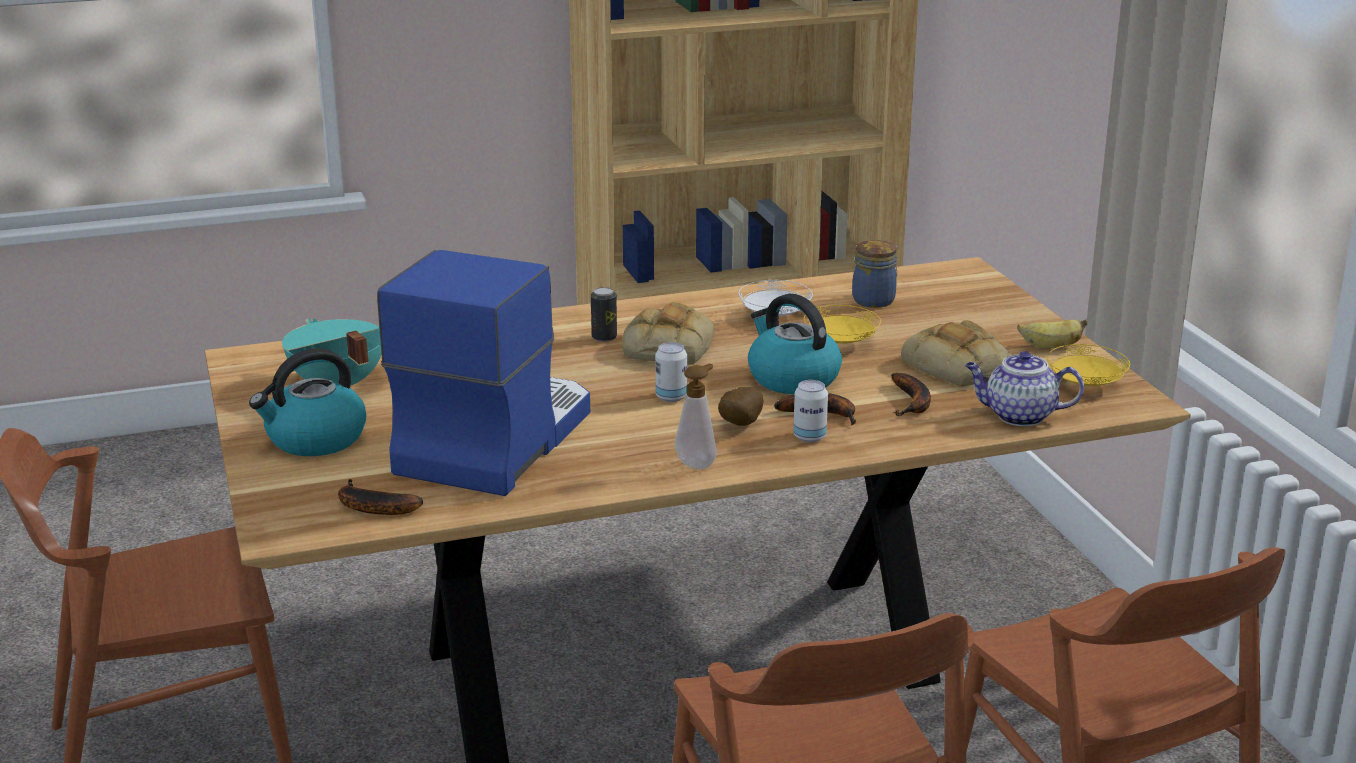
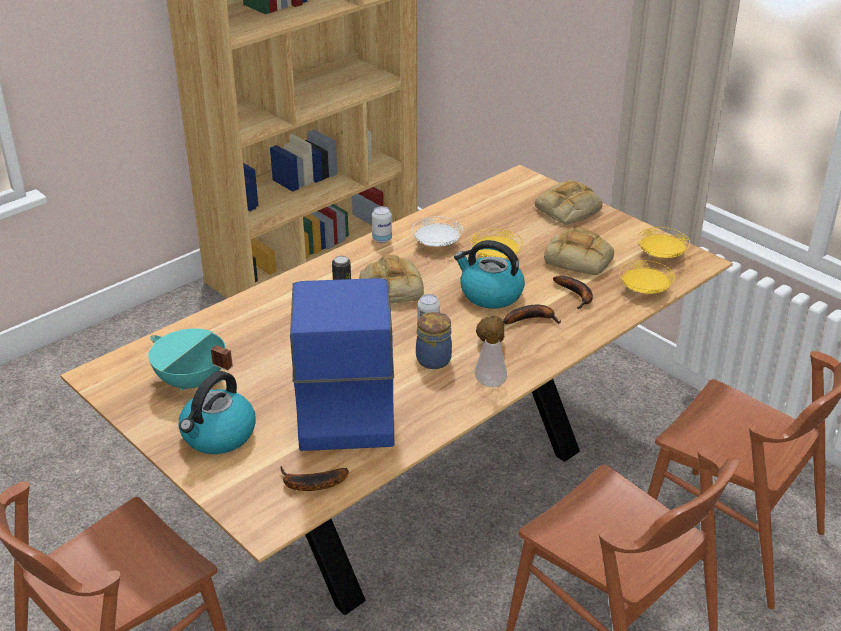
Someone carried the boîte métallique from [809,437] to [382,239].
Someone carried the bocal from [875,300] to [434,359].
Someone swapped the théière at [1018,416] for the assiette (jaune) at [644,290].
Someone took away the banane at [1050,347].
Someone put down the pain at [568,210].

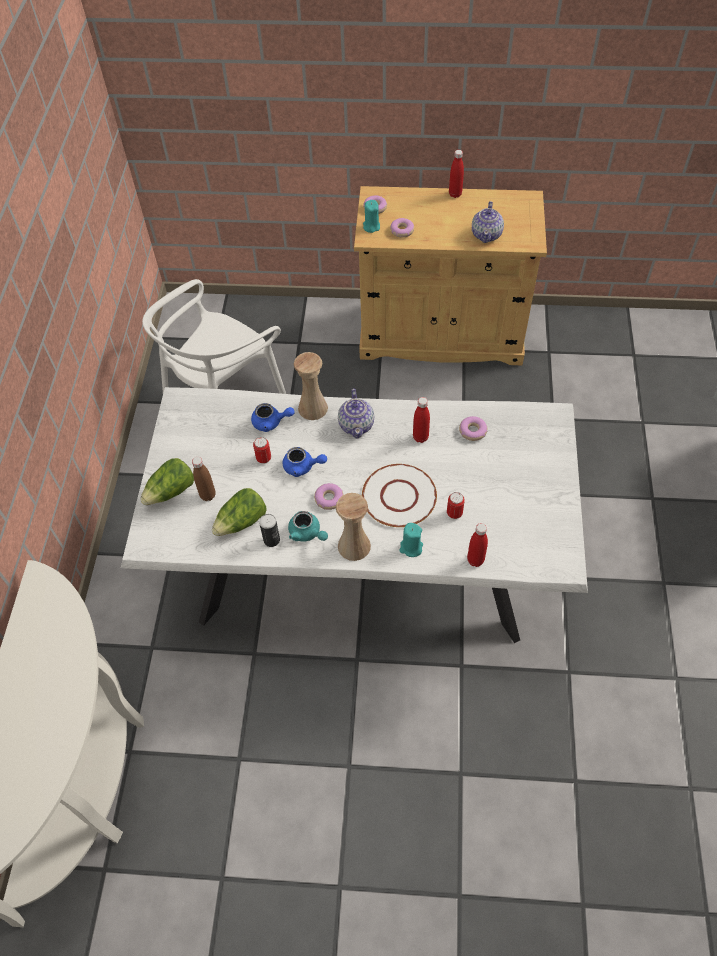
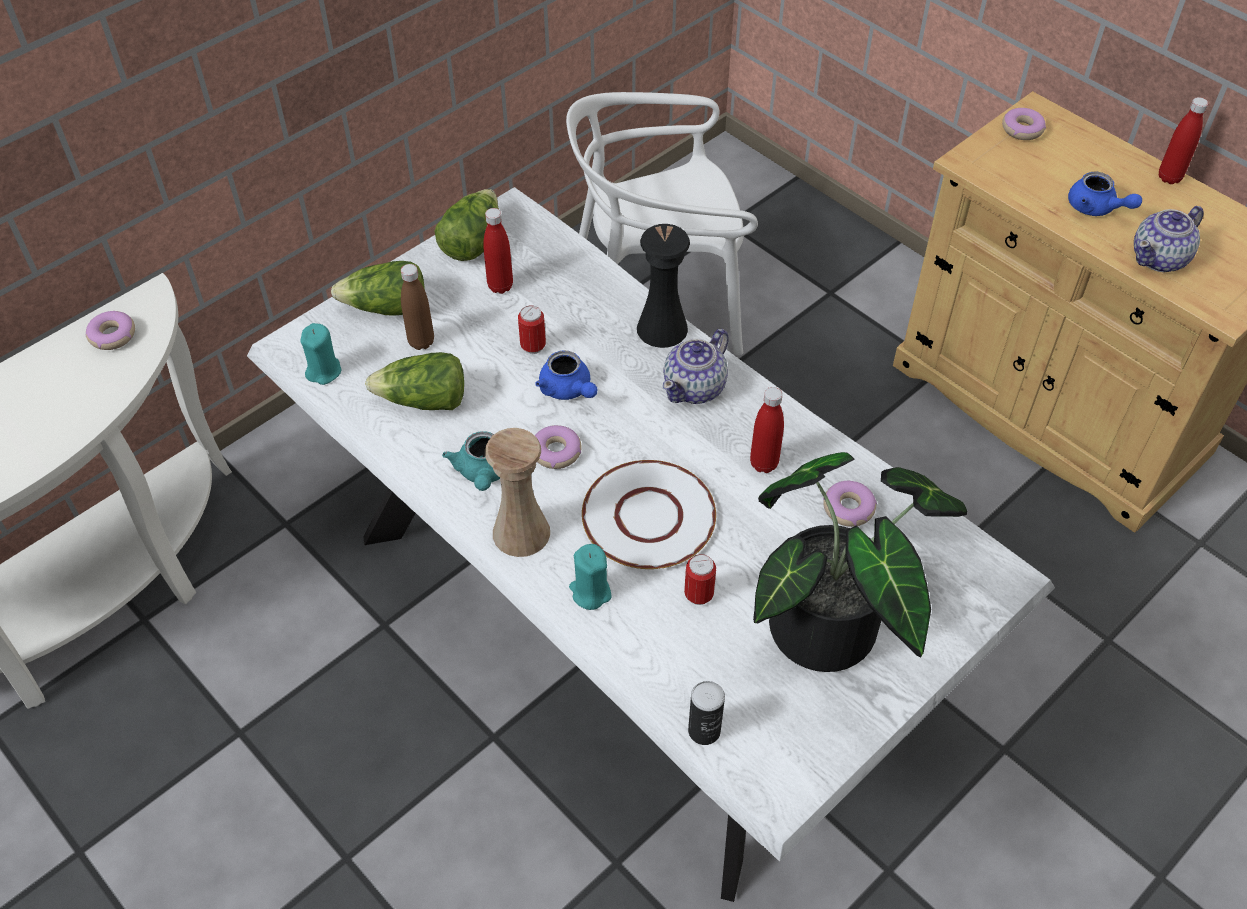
Someone carried the théière (bleu) from [271,422] to [1096,208].
Someone carried the boîte métallique from [271,540] to [704,730].
Someone repainted the vase (beige) at [313,408], which became the vase (noir) at [662,328].
Someone carried the bougie (turquoise) from [371,226] to [324,371].
Someone carried the beignet from [402,231] to [112,335].
Someone carried the bouteille (rouge) from [475,560] to [500,286].
Someone put down the laitue at [471,241].
Someone put down the plante en pot at [836,627].

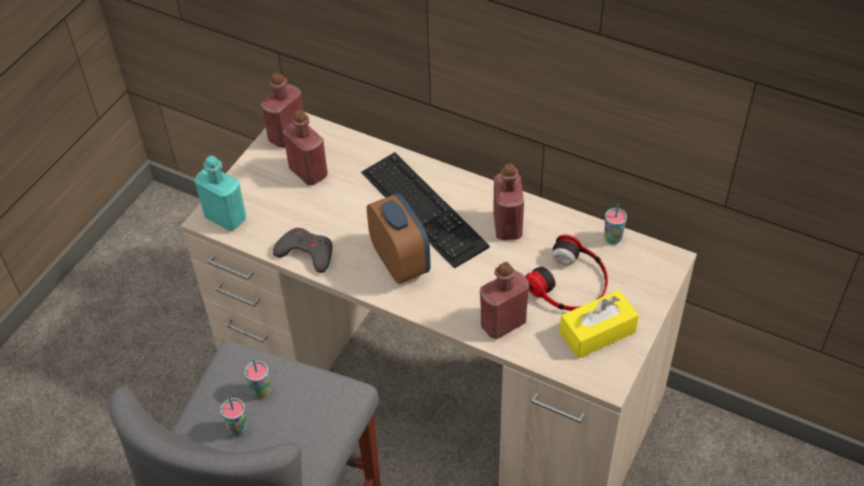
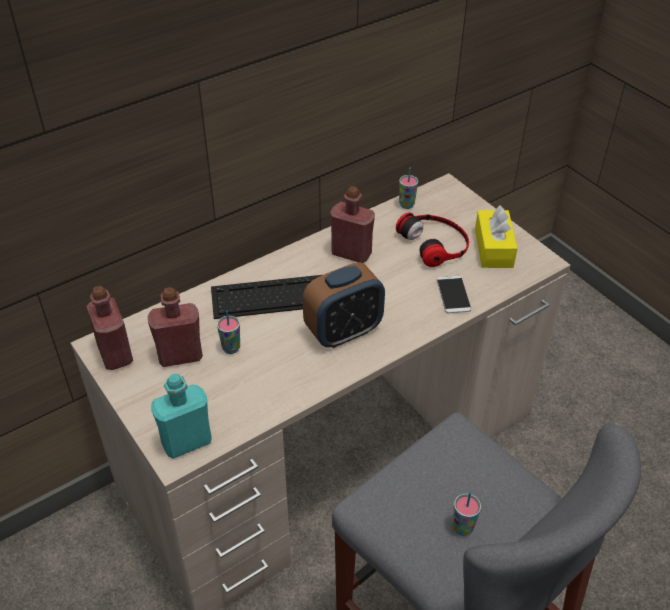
Someone carried the tasse from [261,391] to [231,348].
Someone took away the manette (gris) at [306,253].
Someone rotated the réveil at [400,262] by 150 degrees clockwise.
Someone swapped the bouteille (rouge) at [503,323] for the téléphone at [453,295].

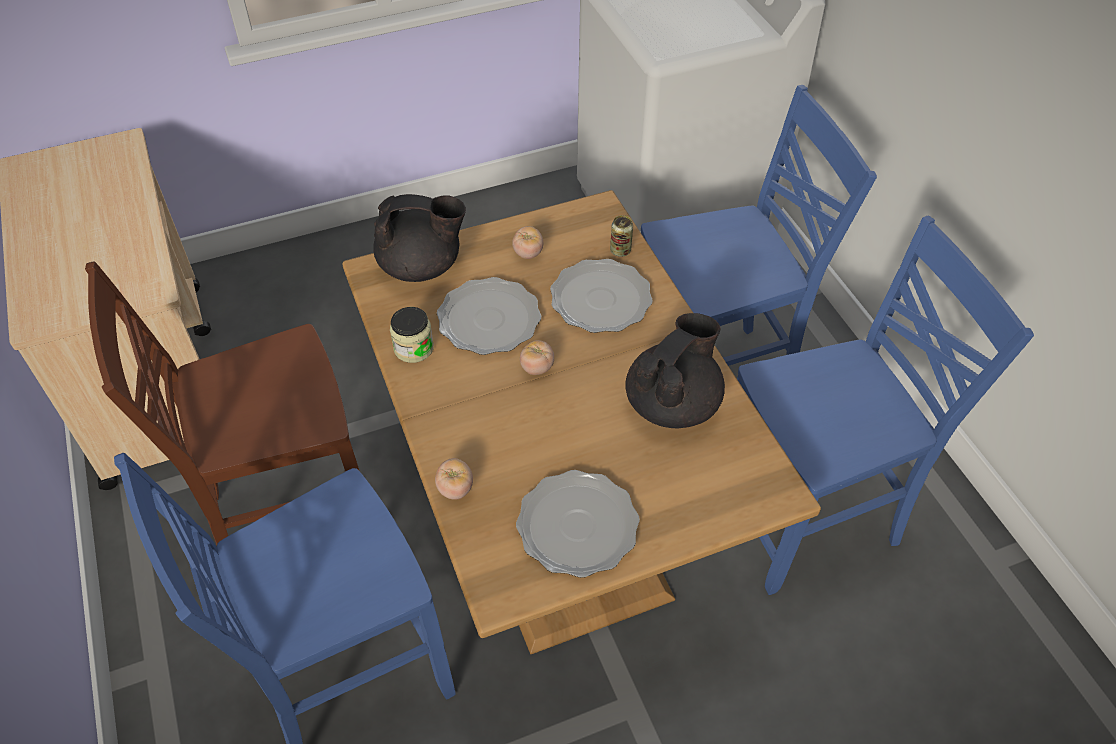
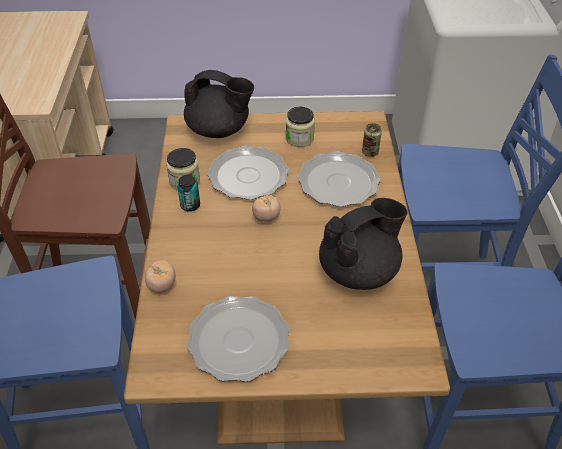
Someone swapped the tomate at [528,253] for the bocal at [299,138].
Someone put down the boîte métallique at [190,205].

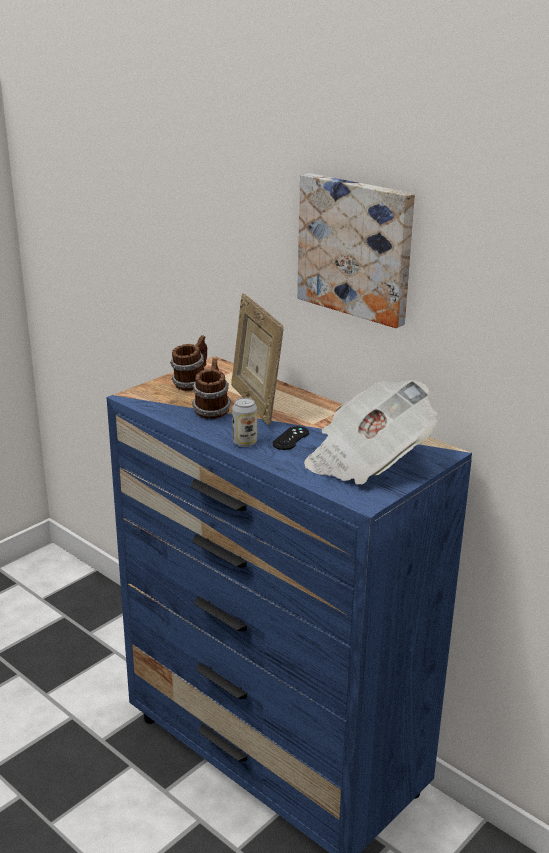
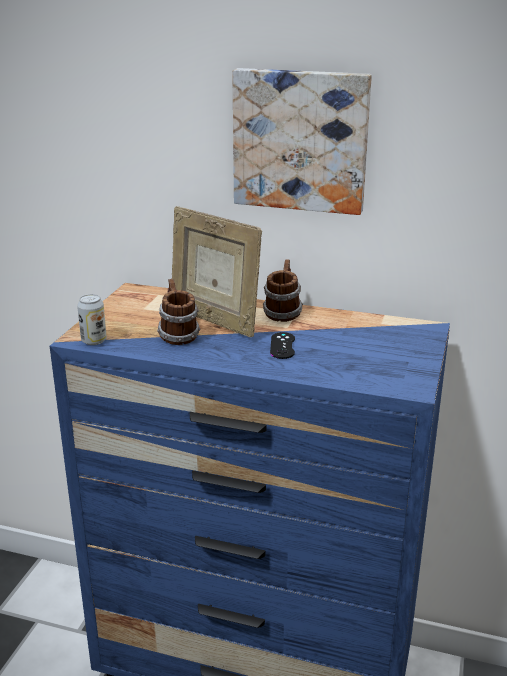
Someone carried the mug from [191,384] to [282,314].
Someone carried the boîte métallique from [244,442] to [94,341].
Someone took away the journal at [367,461].

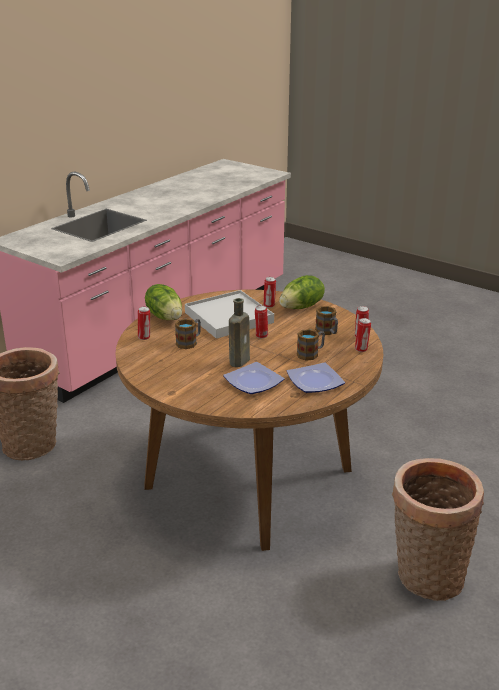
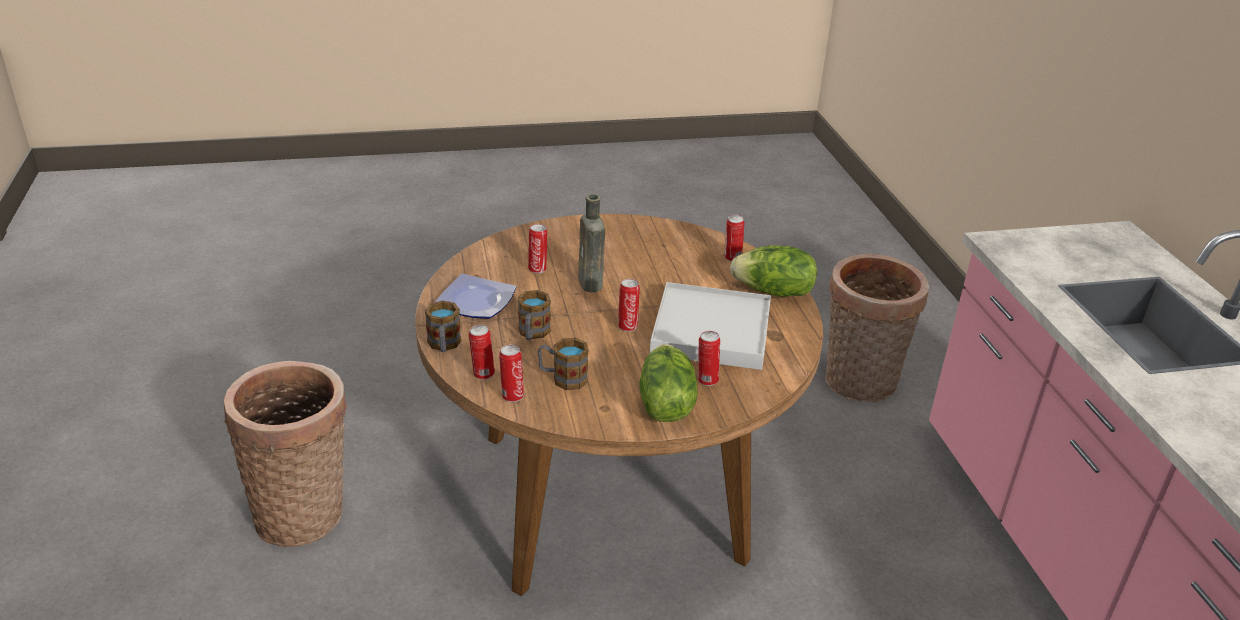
Someone carried the mug from [189,342] to [444,345].
Someone swapped the assiette at [252,382] for the boîte métallique at [537,269].

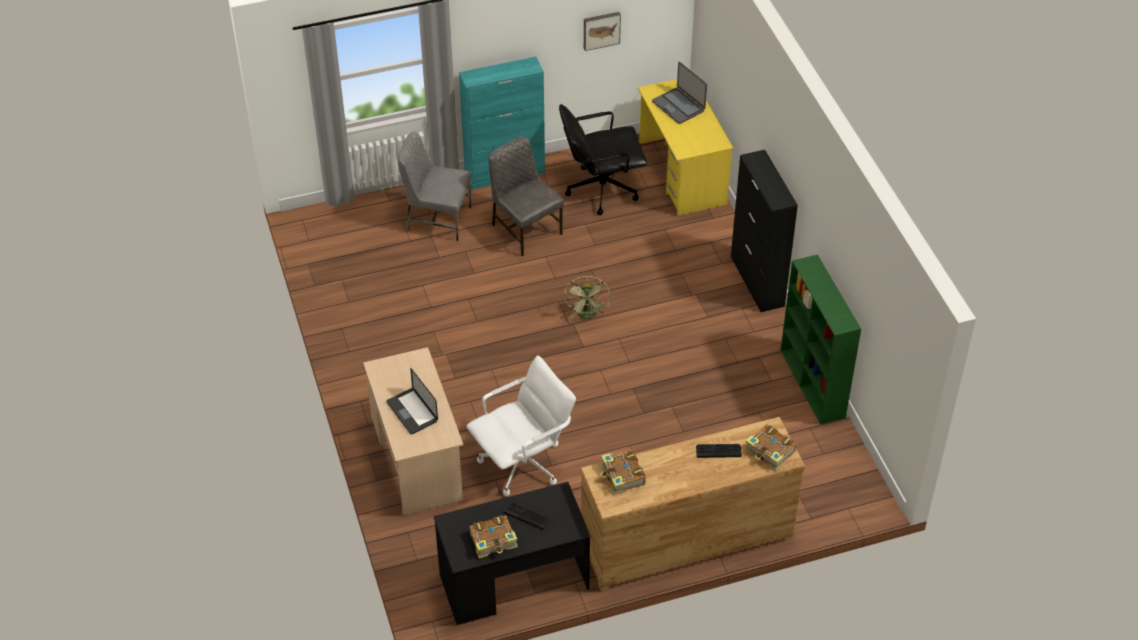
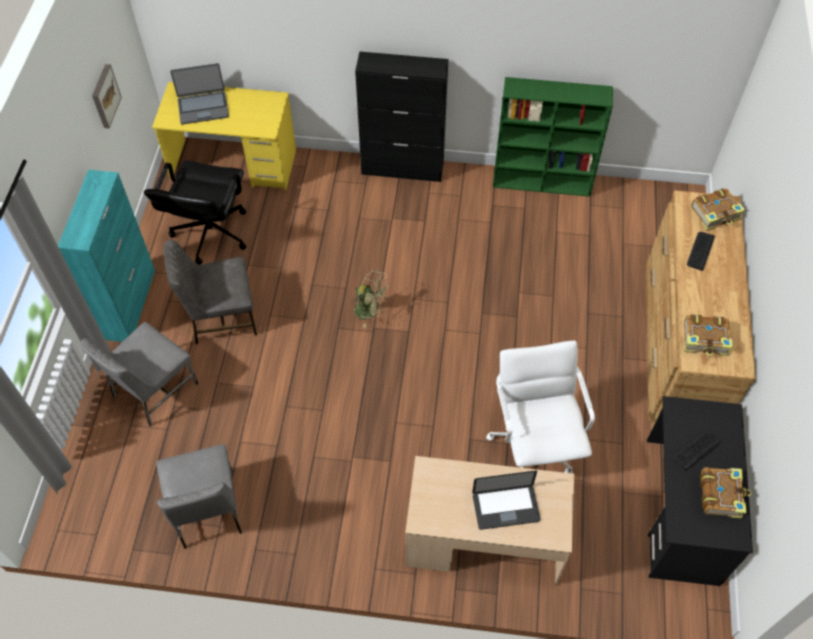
Someone put down the chaise (gris) at [207,511].

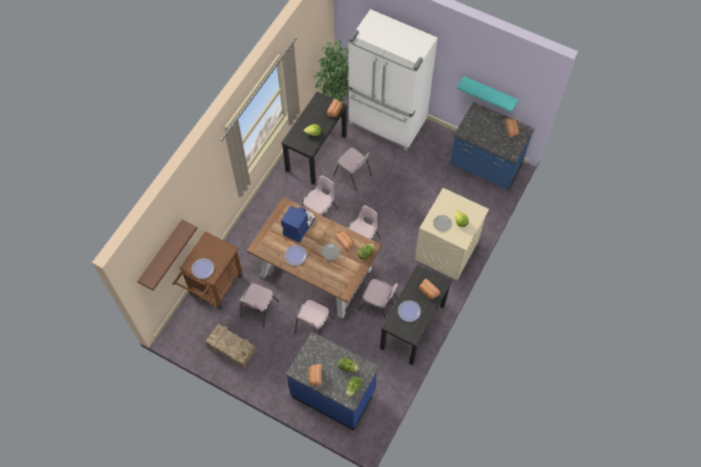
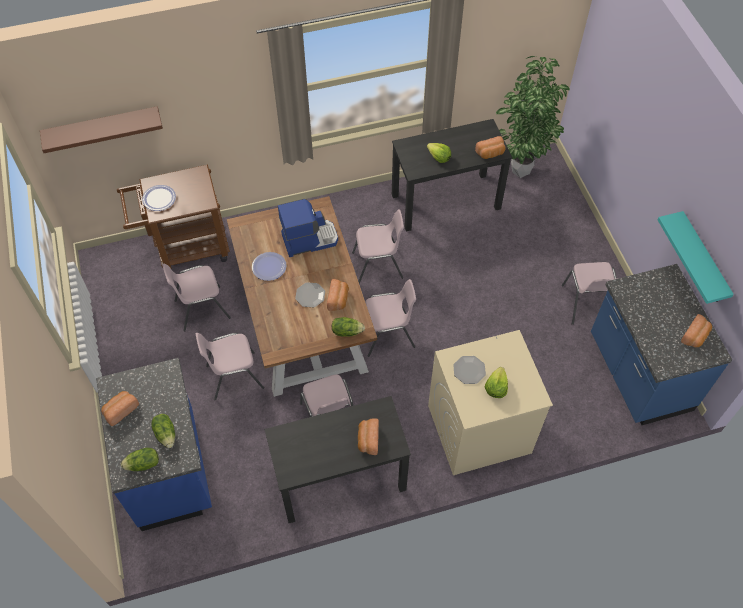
Someone took away the caisse at [231,347].
Someone carried the chaise (rose) from [353,175] to [586,304].
Someone took away the réfrigérateur (blanc) at [387,123].
Someone took away the assiette at [409,311].

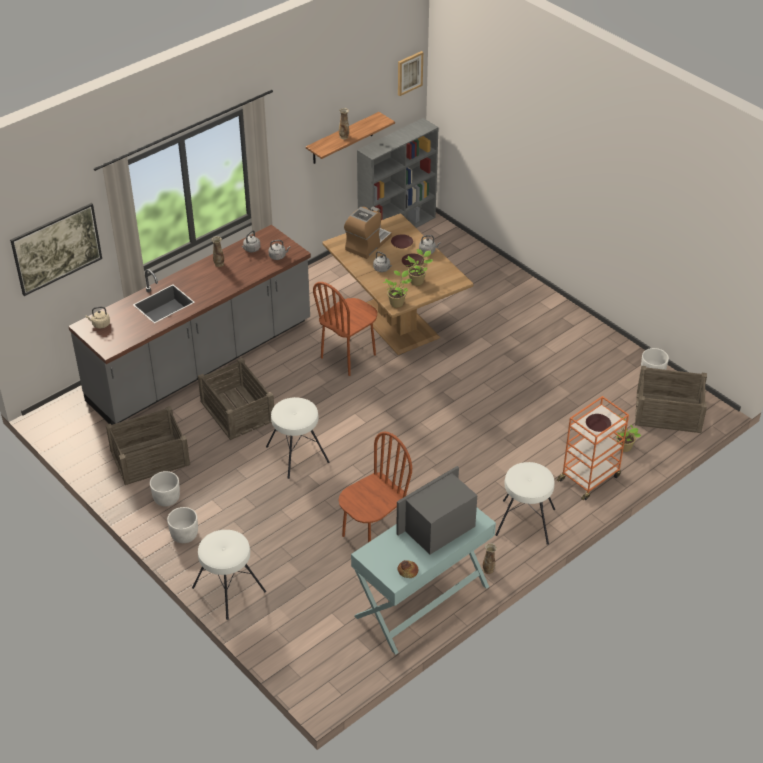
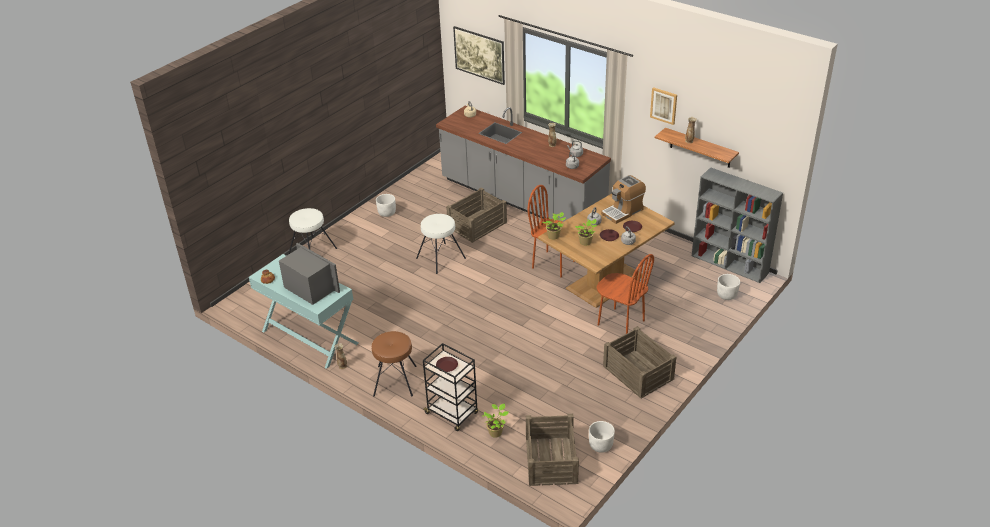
Someone carried the caisse from [150,458] to [638,373].
Someone carried the cache-pot (blanc) from [184,535] to [727,295].
Someone carried the chaise (marron) from [373,536] to [620,323].
Someone rotated the machine à café at [367,244] by 120 degrees clockwise.
Someone carried the tableau from [409,73] to [664,105].
Someone repainted the tabouret (blanc) at [525,521], which became the tabouret (marron) at [395,380].
Someone repainted the chariot (orange) at [589,478], which became the chariot (noir) at [452,413].

